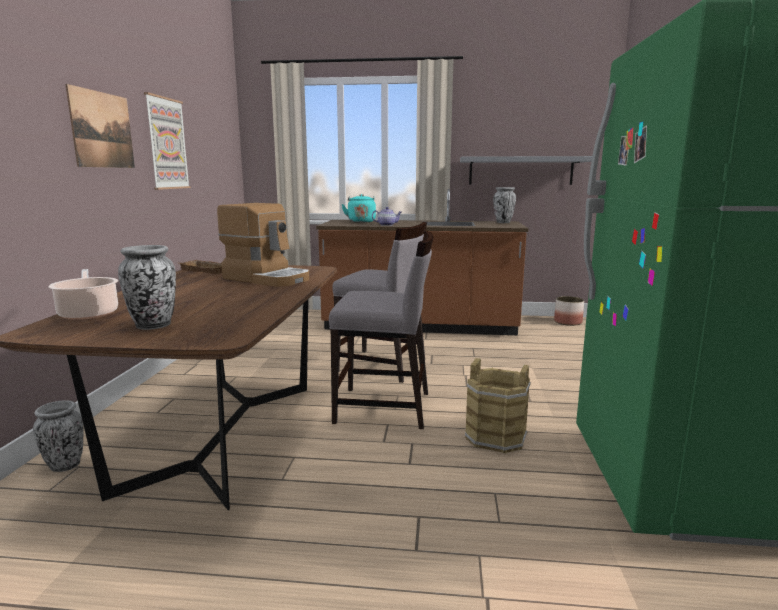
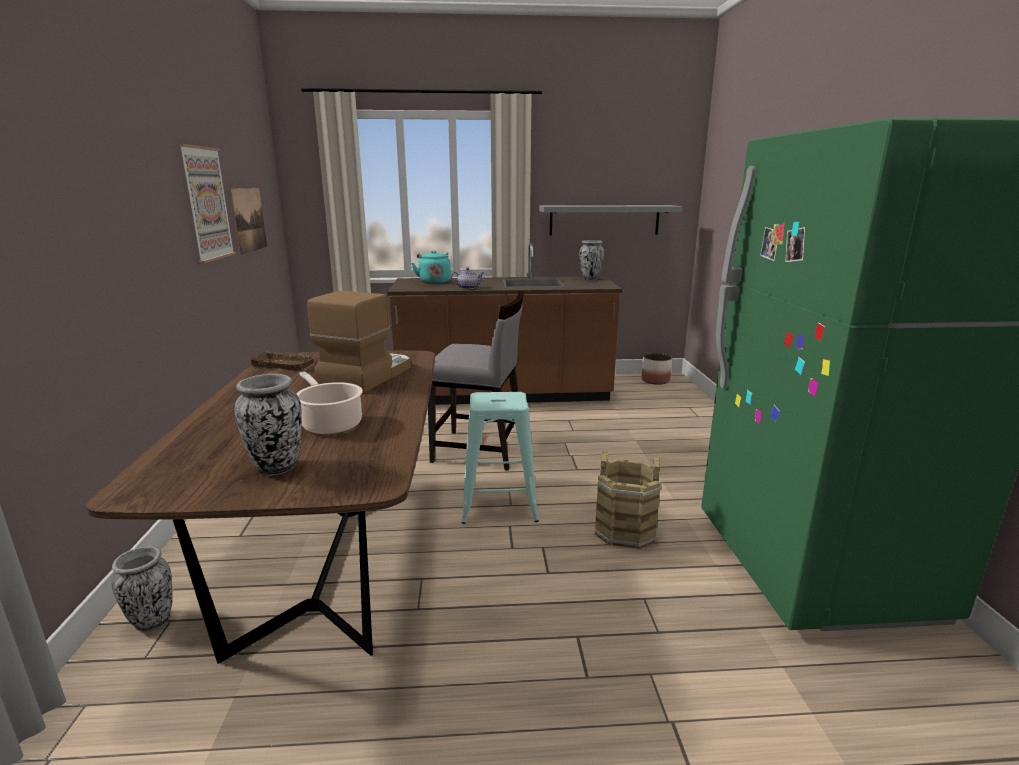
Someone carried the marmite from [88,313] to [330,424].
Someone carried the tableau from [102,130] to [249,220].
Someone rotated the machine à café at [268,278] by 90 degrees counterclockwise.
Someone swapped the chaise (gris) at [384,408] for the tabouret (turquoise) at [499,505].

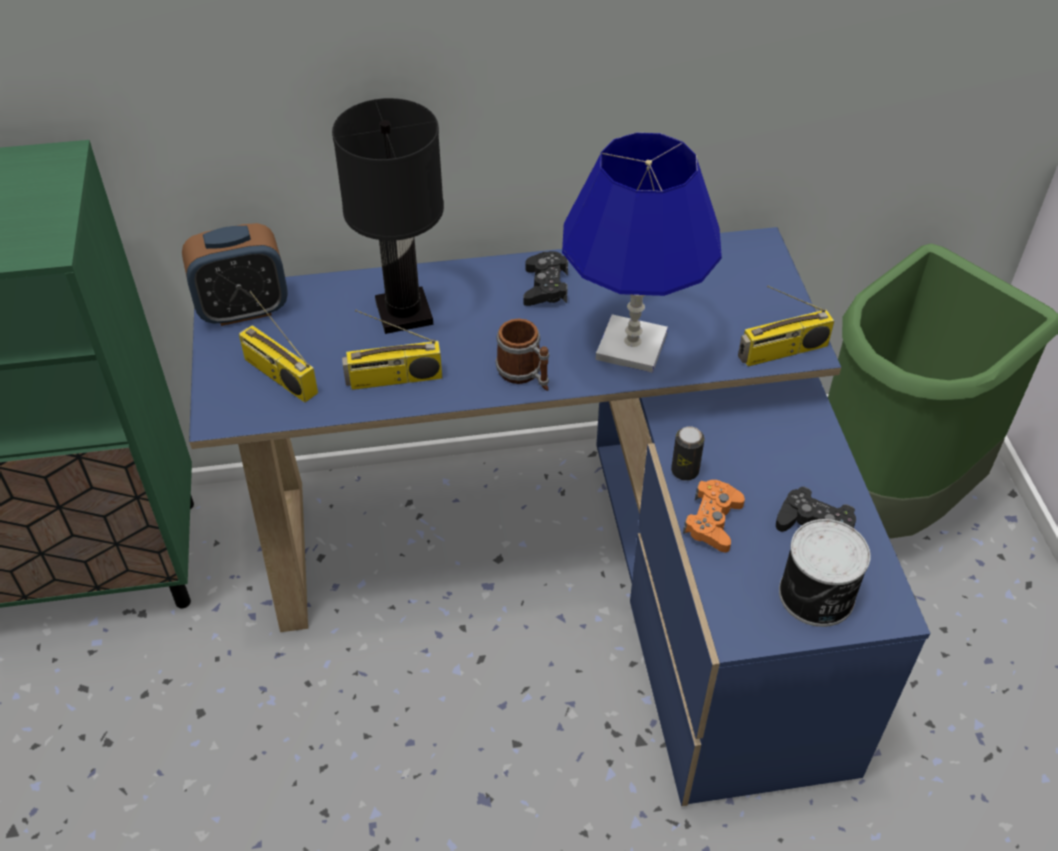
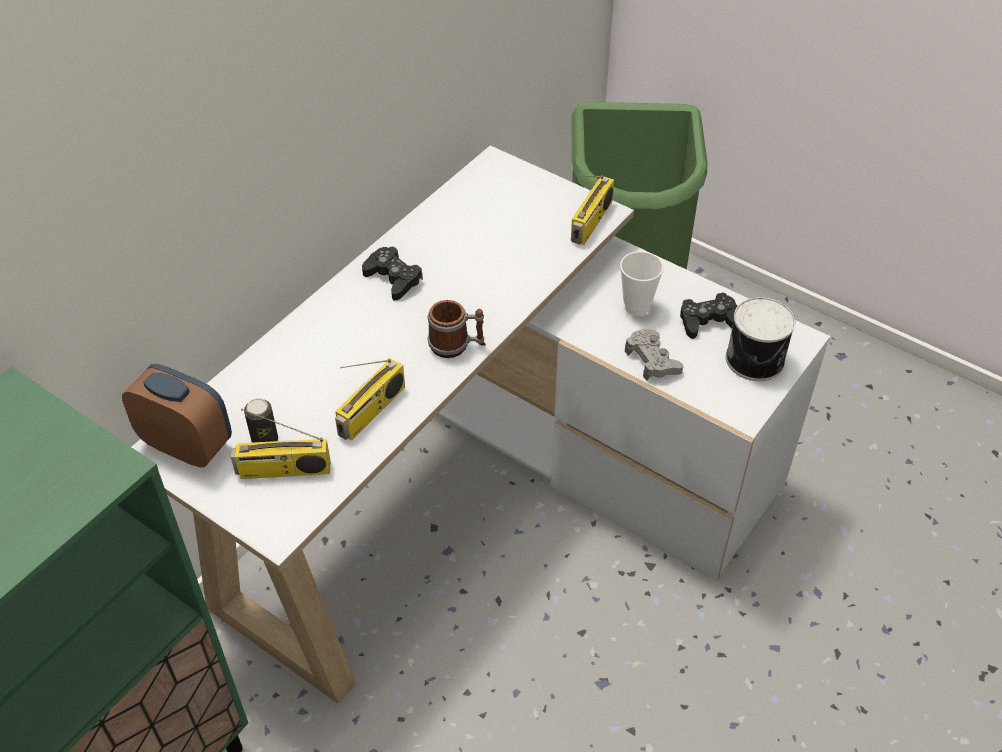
Someone rotated the réveil at [243,309] by 90 degrees counterclockwise.
Someone repainted the bureau (bleu) at [573,567], which became the bureau (blanc) at [489,494].
Someone took away the lampe de table (noir) at [405,313].
Someone took away the lampe de table (bleu) at [631,347].
Someone carried the boîte métallique from [685,471] to [265,440].
Someone repainted the manette (orange) at [712,521], which became the manette (gris) at [652,360].
Someone put down the tasse at [636,307].

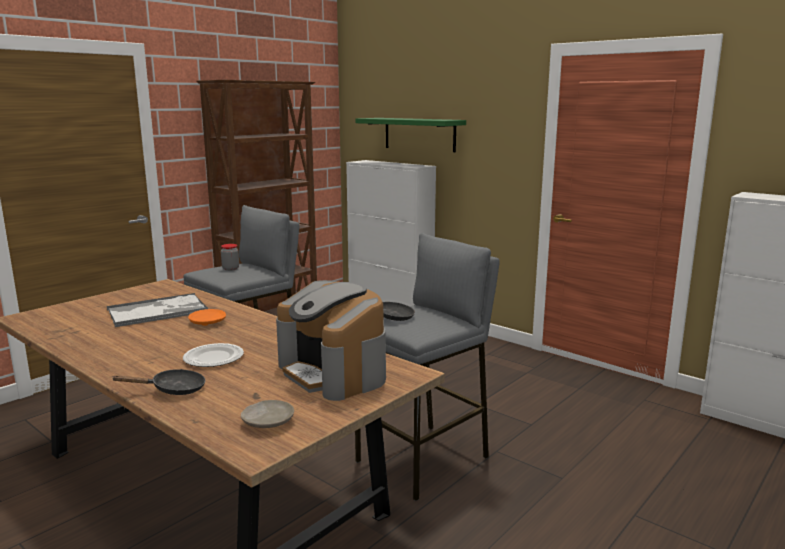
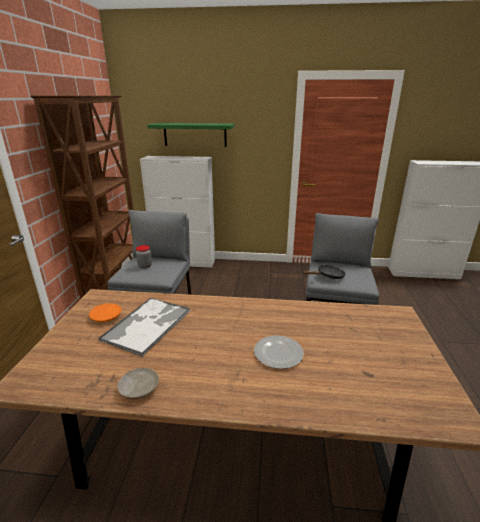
Someone took away the poêle (noir) at [173,389].
Someone carried the assiette (orange) from [208,322] to [106,317].
Someone carried the assiette (beige) from [268,422] to [139,388].
Someone took away the machine à café at [334,372].

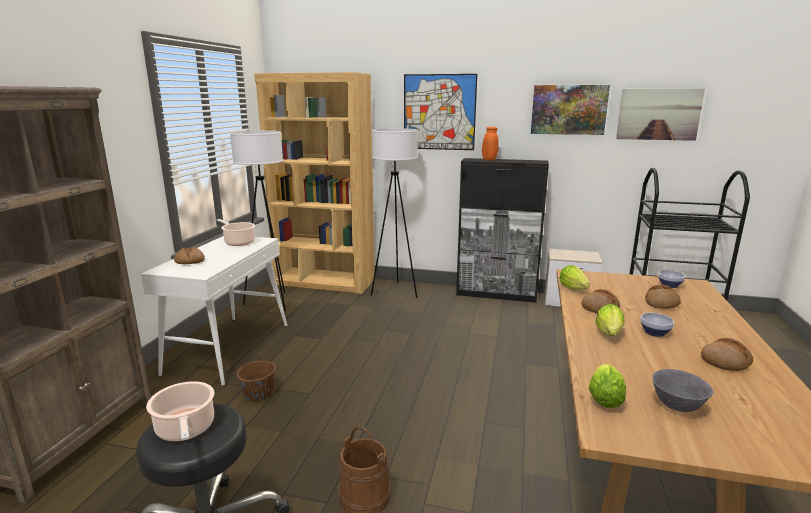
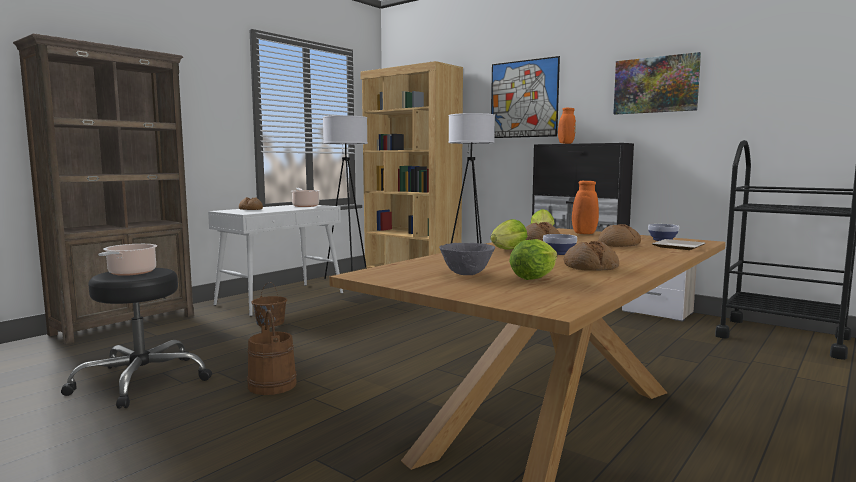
Someone carried the laitue from [604,397] to [536,277].
Someone took away the tableau at [658,114].
Someone put down the vase (orange) at [582,234].
Someone put down the assiette at [679,247].

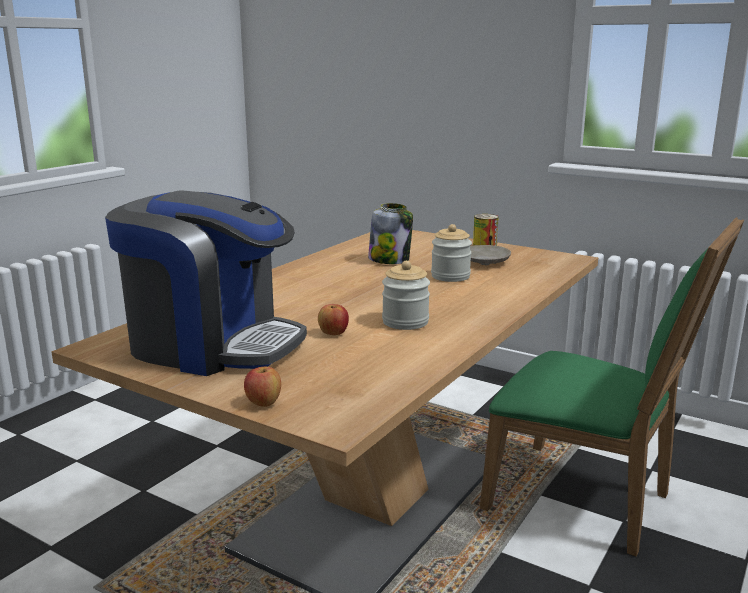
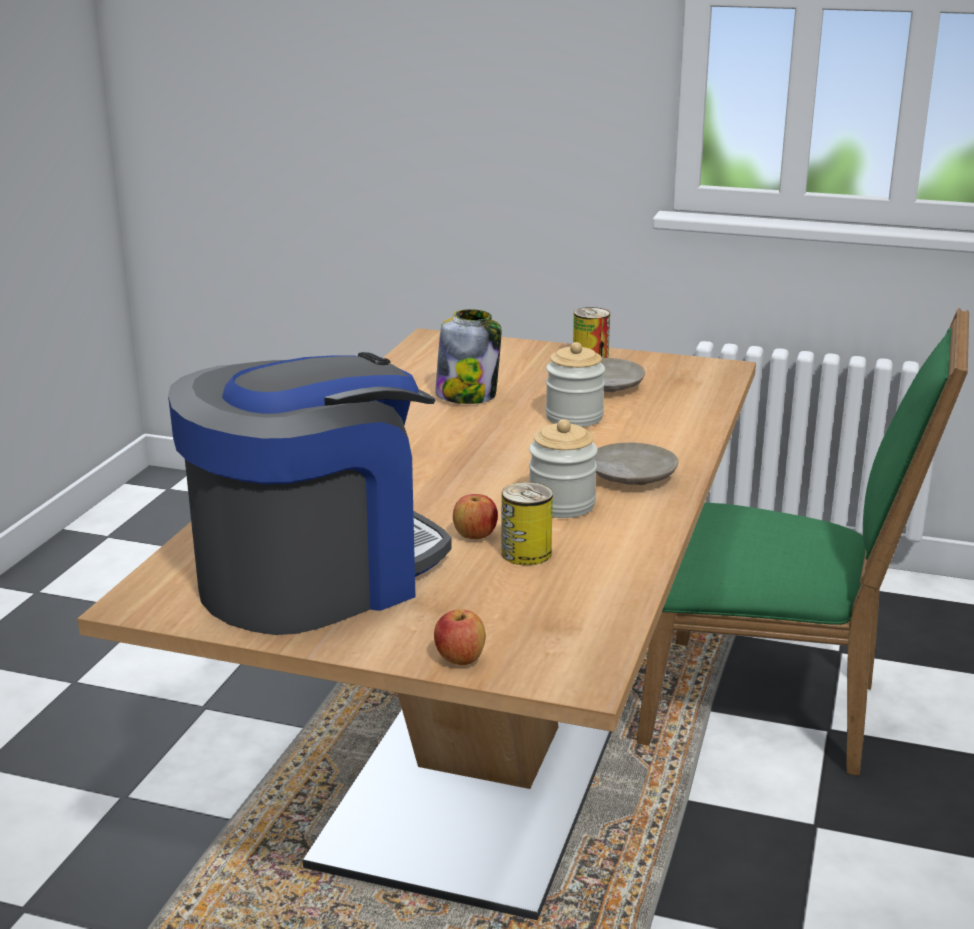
Someone rotated the machine à café at [212,344] by 45 degrees counterclockwise.
Someone put down the boîte métallique at [526,553].
Someone put down the assiette (beige) at [631,477].

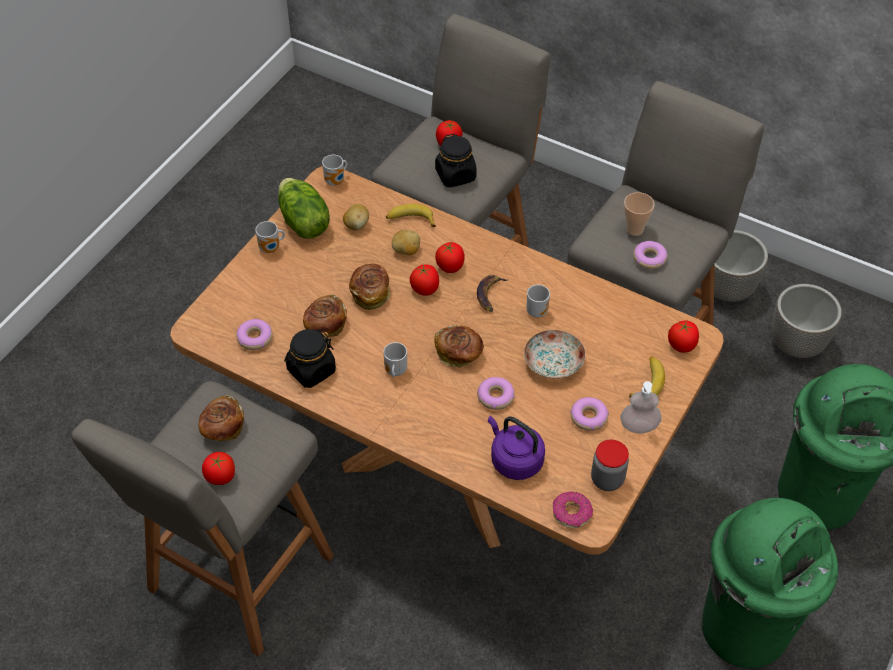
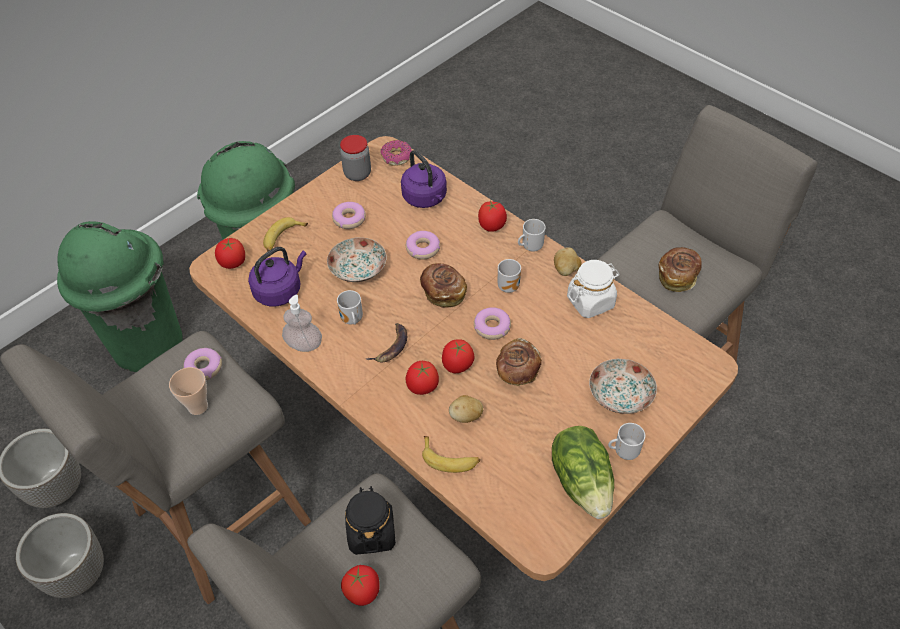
Someone carried the tomate from [220,477] to [492,226].
Someone carried the beignet from [255,338] to [492,327].
Someone repainted the bocal (noir) at [311,370], which became the bocal (blanc) at [590,301].
Someone took away the pain at [325,325].
Someone carried the mug from [336,181] to [530,247].
Someone carried the pomme de terre from [356,225] to [566,270].
Someone carried the distributeur de savon from [639,426] to [304,344].
Someone put down the bouilloire (violet) at [280,290].
Someone put down the assiette at [620,395].

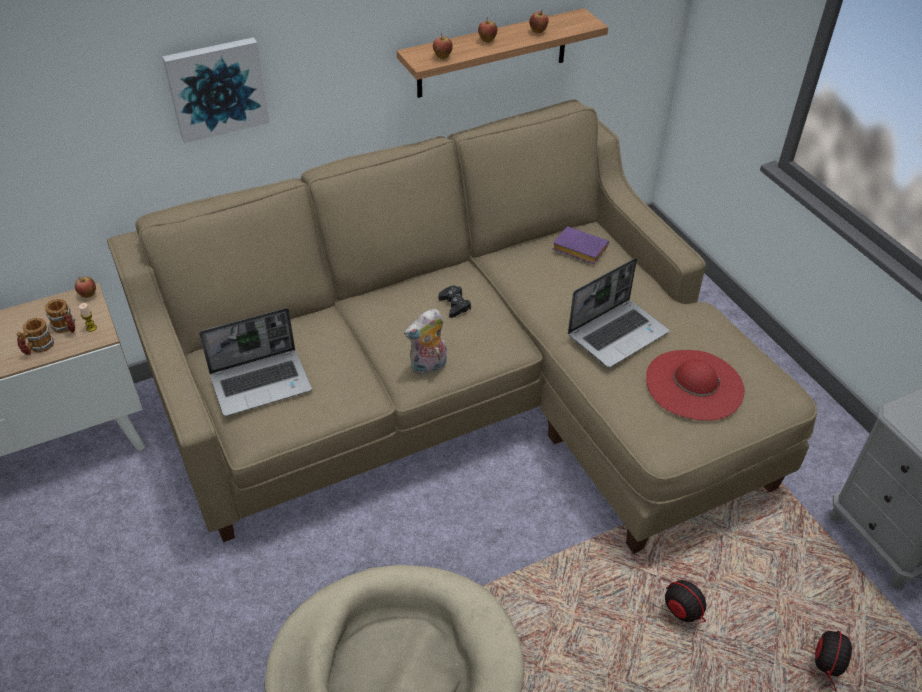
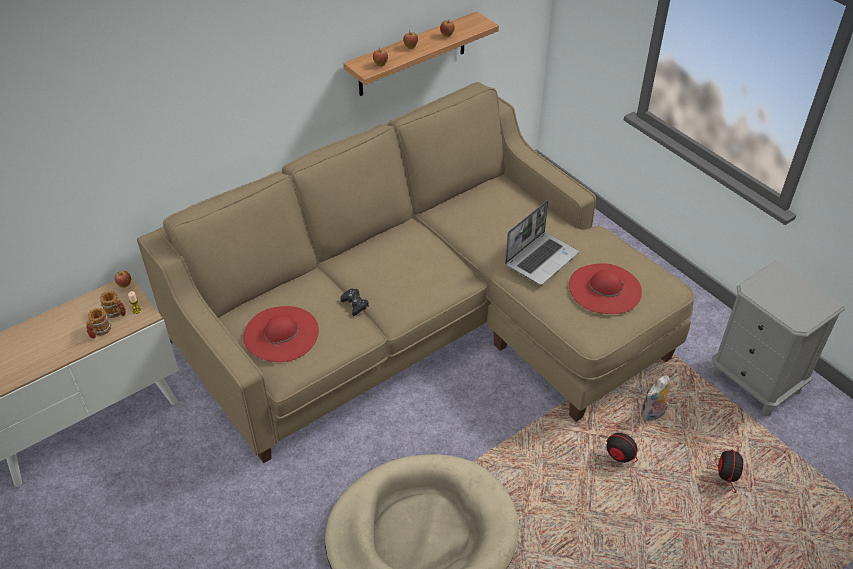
Someone took away the tableau at [216,88].
Someone swapped the ordinateur portable at [262,382] for the chapeau (rouge) at [281,333].
Someone carried the peluche from [428,367] to [653,414].
Someone carried the manette (noir) from [454,305] to [355,304].
Someone took away the livre (violet) at [578,249].

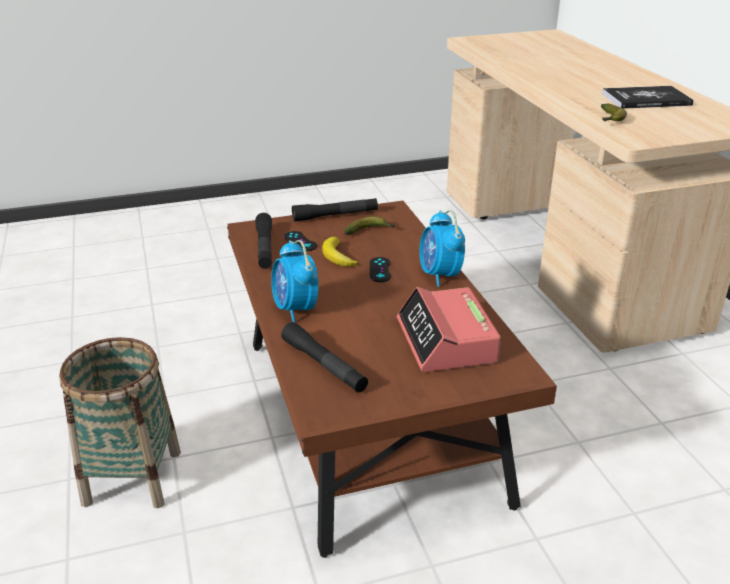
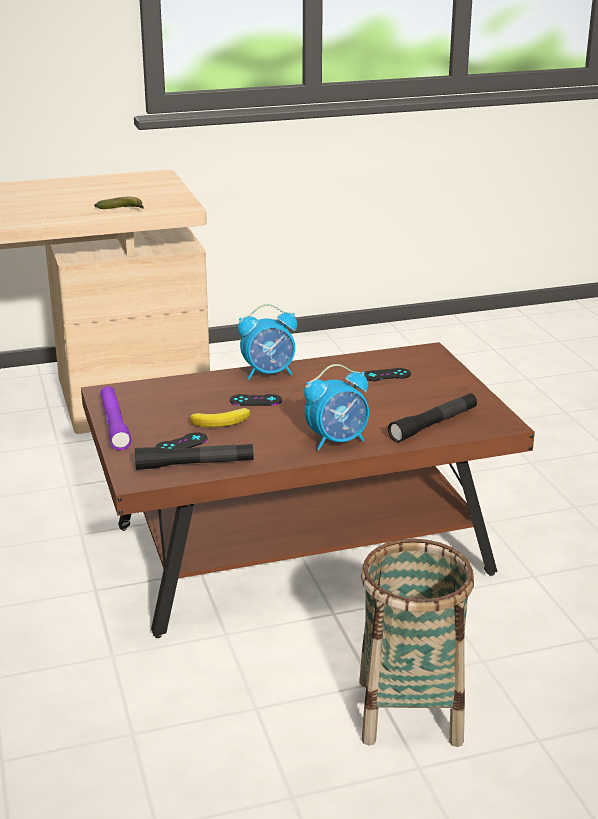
Someone repainted the lampe de poche (noir) at [335,216], which became the lampe de poche (violet) at [114,425].
Someone took away the banane at [369,231].
Someone swapped the réveil at [446,341] for the manette (noir) at [386,375].
Someone took away the livre at [646,99].

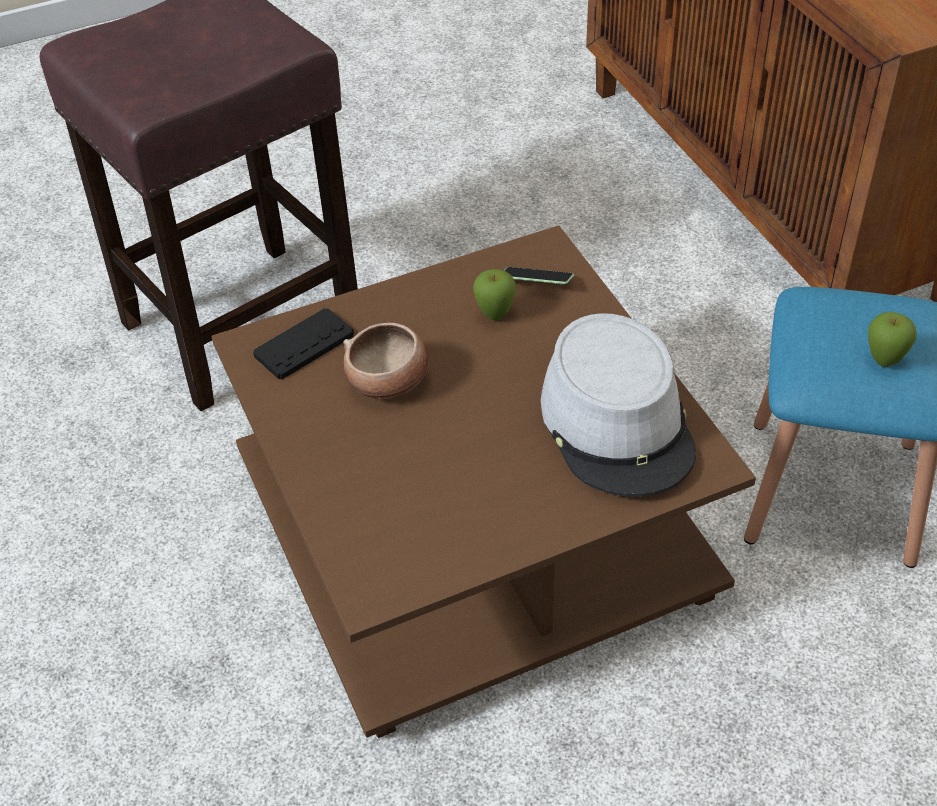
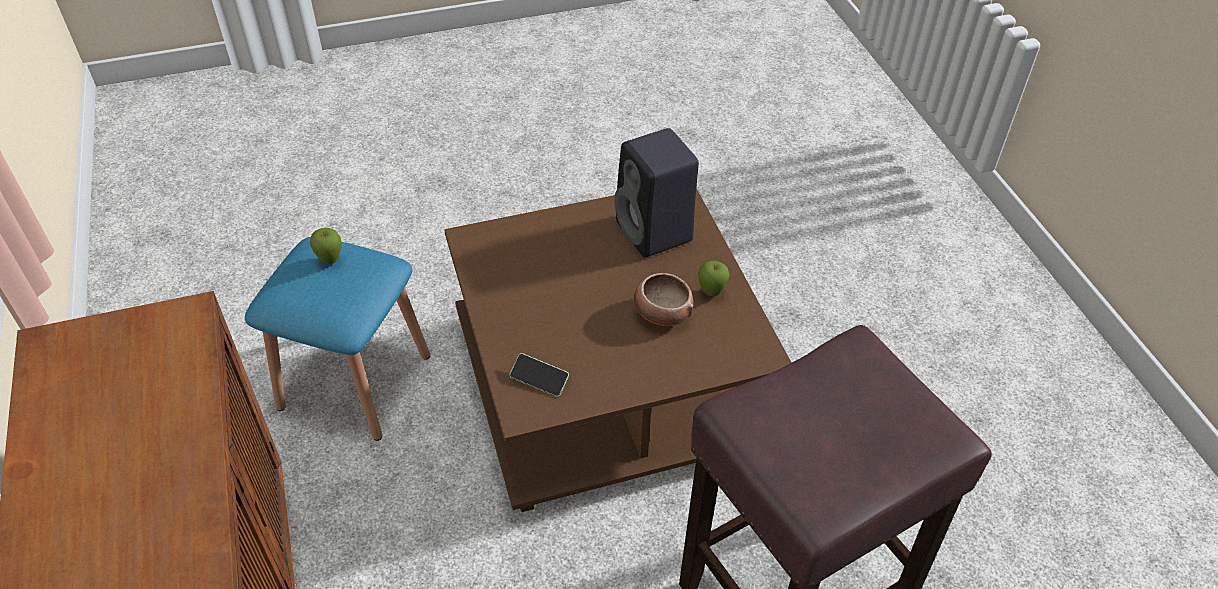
Someone took away the manette (noir) at [304,345].
Someone carried the pomme from [495,315] to [711,293].
Someone took away the chapeau (gris) at [617,423].
Someone put down the enceinte (noir) at [656,233].

